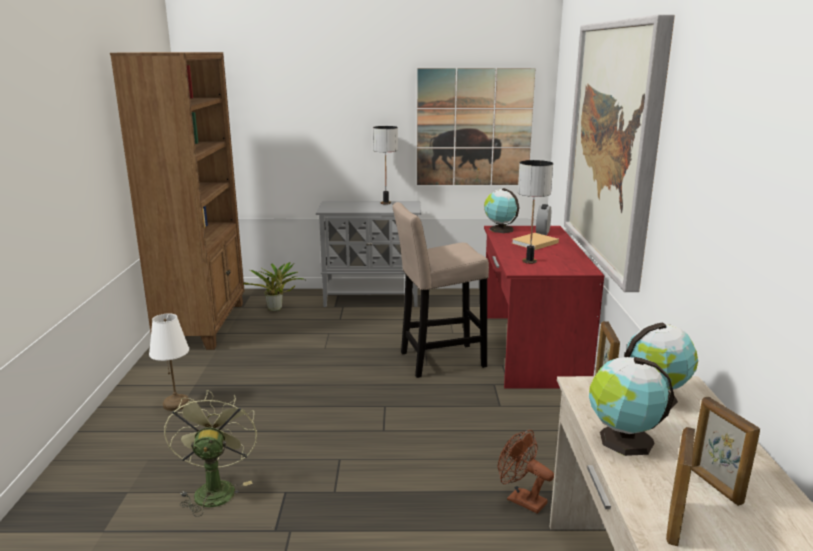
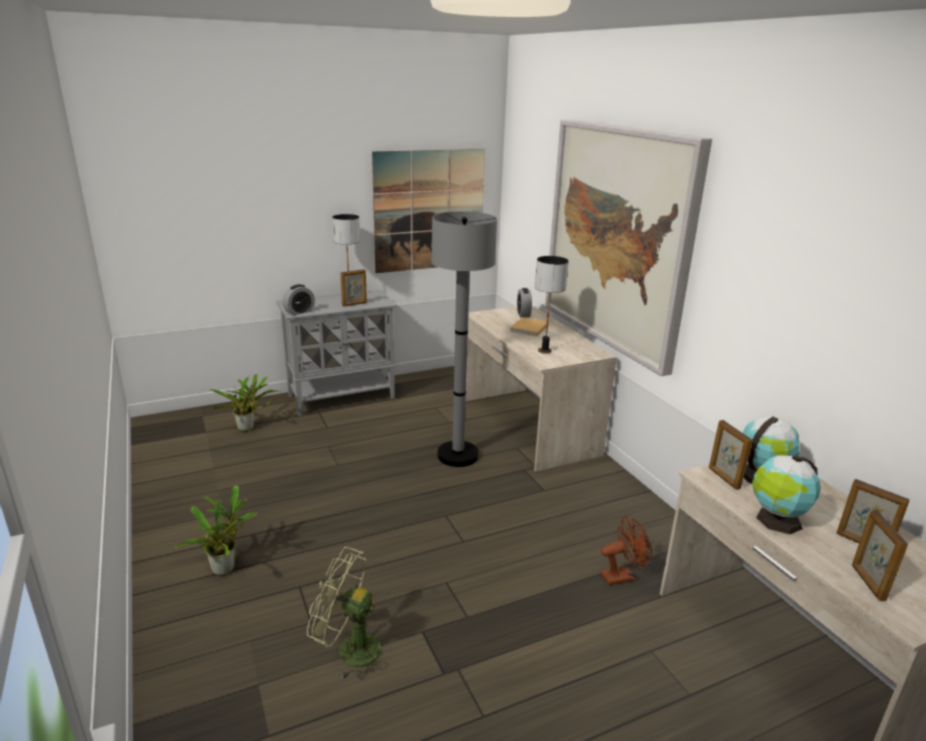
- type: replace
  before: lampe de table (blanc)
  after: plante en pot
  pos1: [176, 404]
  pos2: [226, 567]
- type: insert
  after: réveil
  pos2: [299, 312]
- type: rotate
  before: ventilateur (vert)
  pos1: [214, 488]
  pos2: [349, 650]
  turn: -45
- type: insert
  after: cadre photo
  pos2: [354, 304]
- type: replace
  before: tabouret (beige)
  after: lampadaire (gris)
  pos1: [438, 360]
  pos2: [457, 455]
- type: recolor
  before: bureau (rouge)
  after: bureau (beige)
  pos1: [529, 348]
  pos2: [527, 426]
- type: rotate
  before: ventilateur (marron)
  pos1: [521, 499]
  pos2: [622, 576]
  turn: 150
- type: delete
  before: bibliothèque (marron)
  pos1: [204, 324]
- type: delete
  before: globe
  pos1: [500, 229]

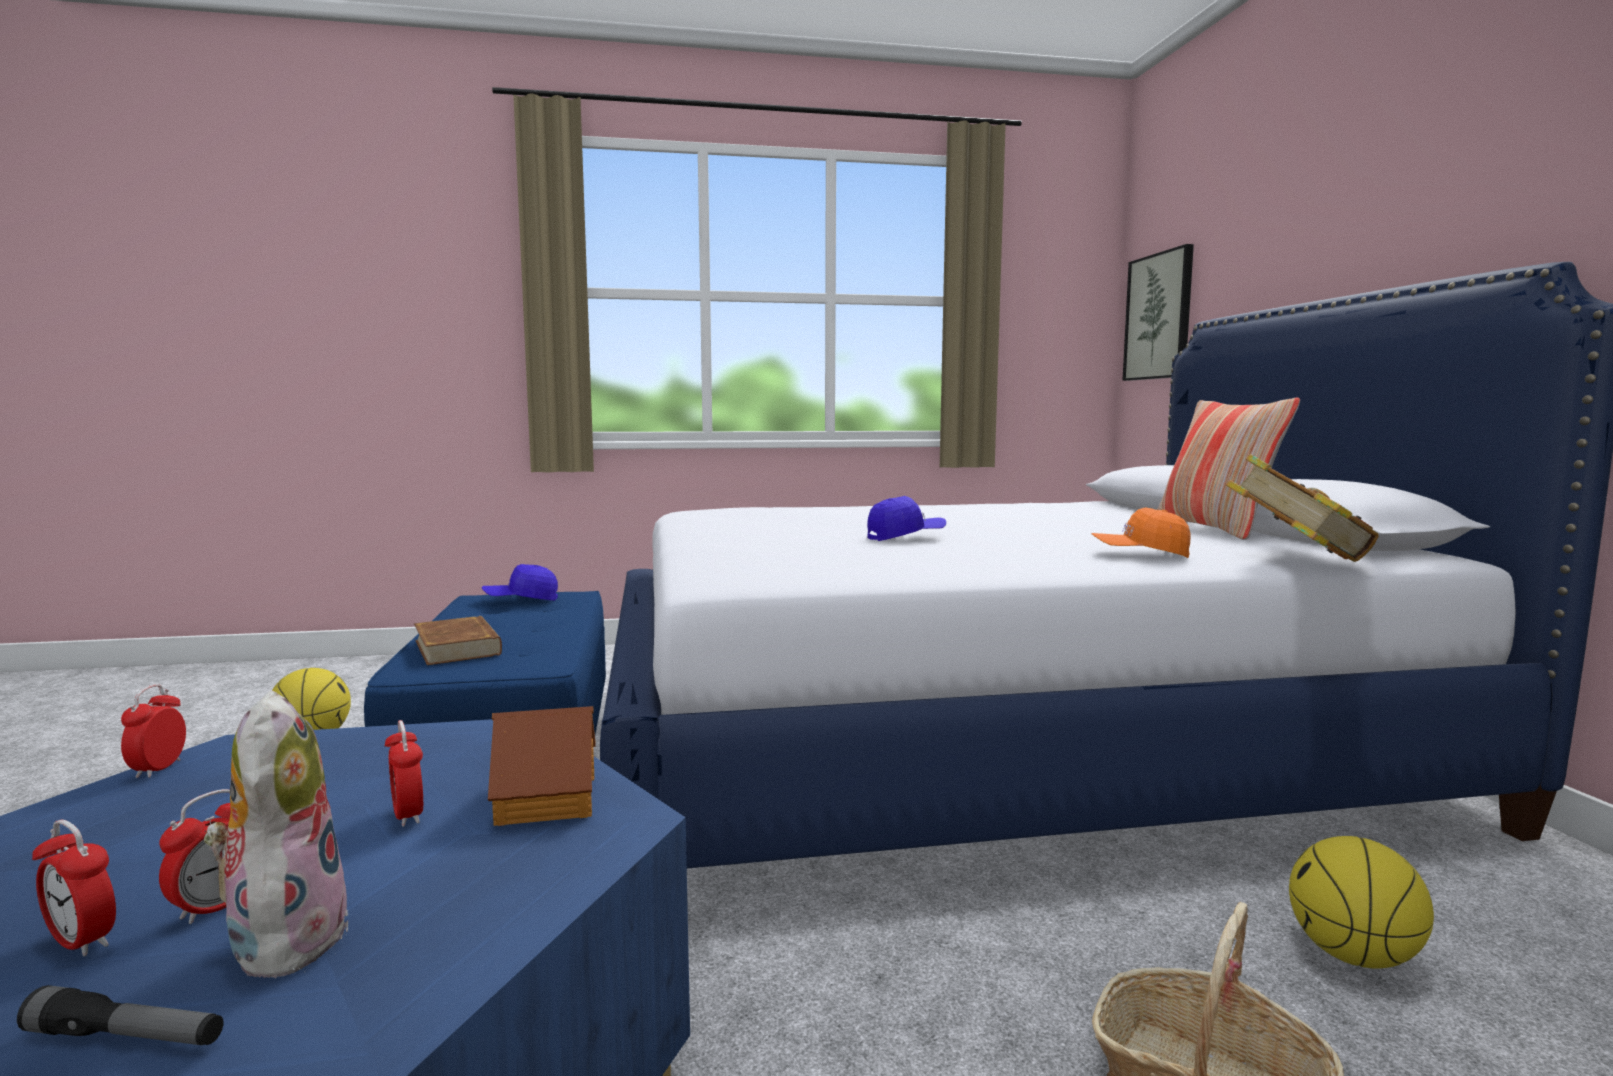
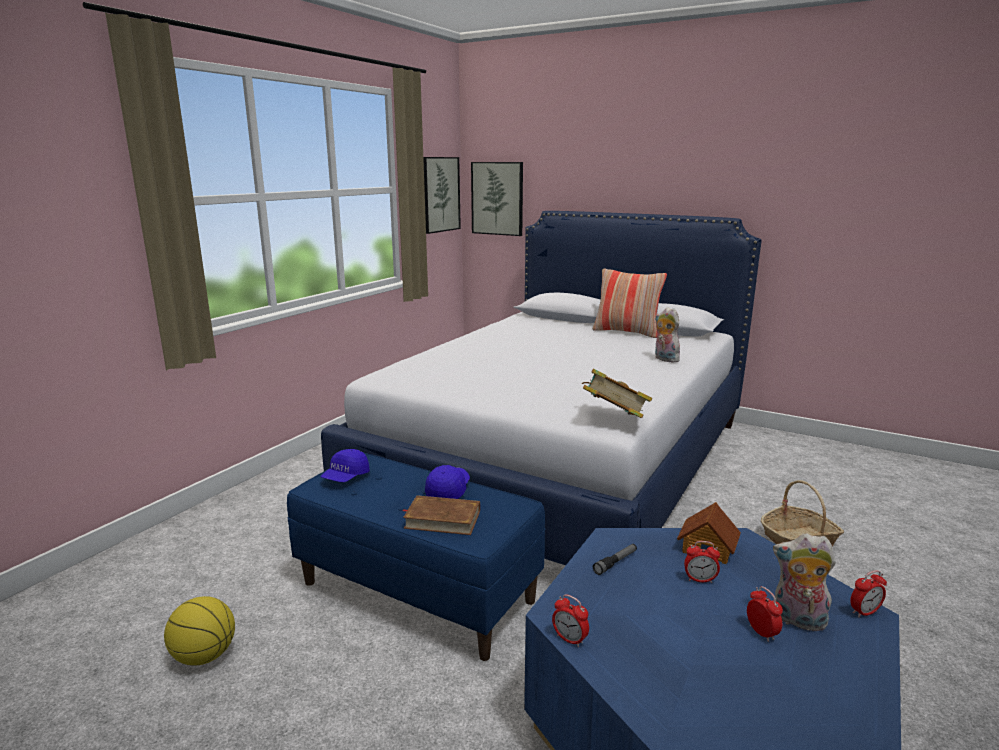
- type: insert
  after: tableau
  pos2: [440, 194]
- type: move
  before: casquette (bleu)
  pos1: [905, 537]
  pos2: [448, 490]
- type: move
  before: livre
  pos1: [1296, 558]
  pos2: [613, 420]
- type: move
  before: lampe de poche
  pos1: [126, 1037]
  pos2: [615, 562]
- type: replace
  before: casquette (orange)
  after: peluche
  pos1: [1140, 554]
  pos2: [664, 359]
- type: move
  before: réveil
  pos1: [81, 942]
  pos2: [864, 612]
- type: delete
  before: ballon de basket
  pos1: [1352, 956]

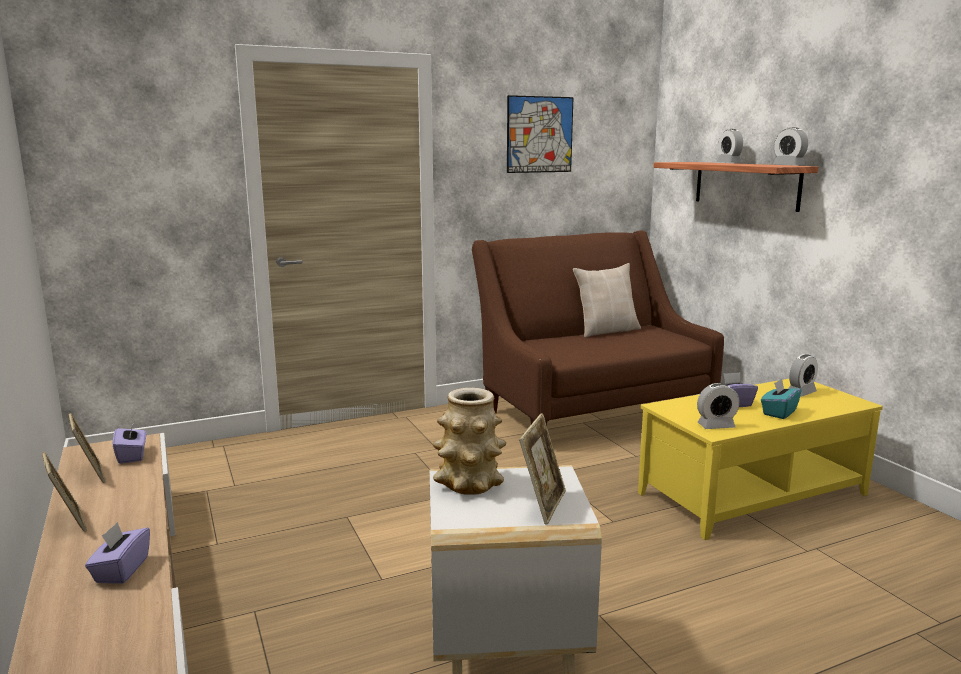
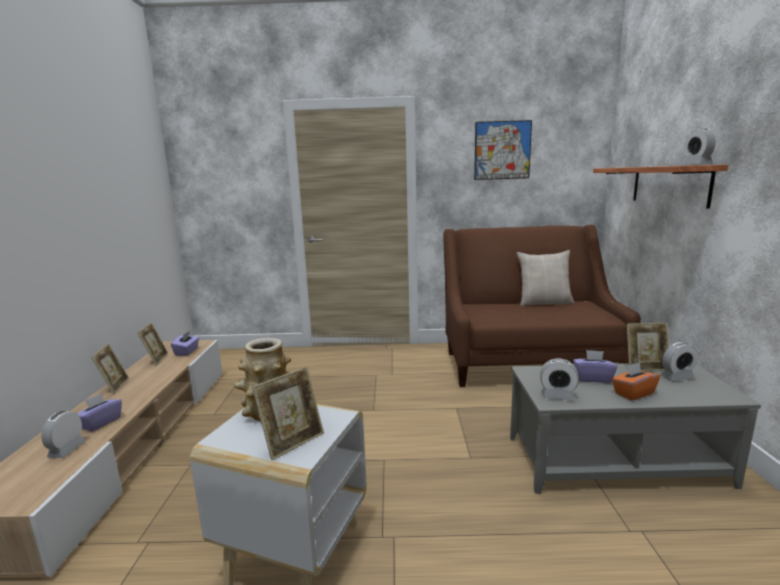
- type: move
  before: réveil
  pos1: [728, 163]
  pos2: [67, 449]
- type: recolor
  before: table basse (jaune)
  after: table basse (gris)
  pos1: [751, 493]
  pos2: [613, 459]
- type: recolor
  before: boîte à mouchoirs (turquoise)
  after: boîte à mouchoirs (orange)
  pos1: [778, 412]
  pos2: [633, 393]
- type: insert
  after: cadre photo
  pos2: [645, 368]

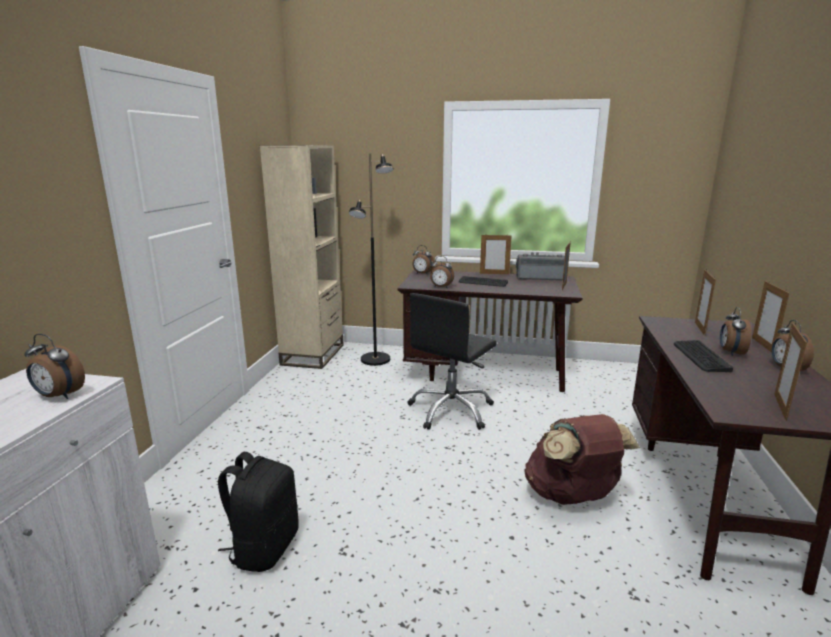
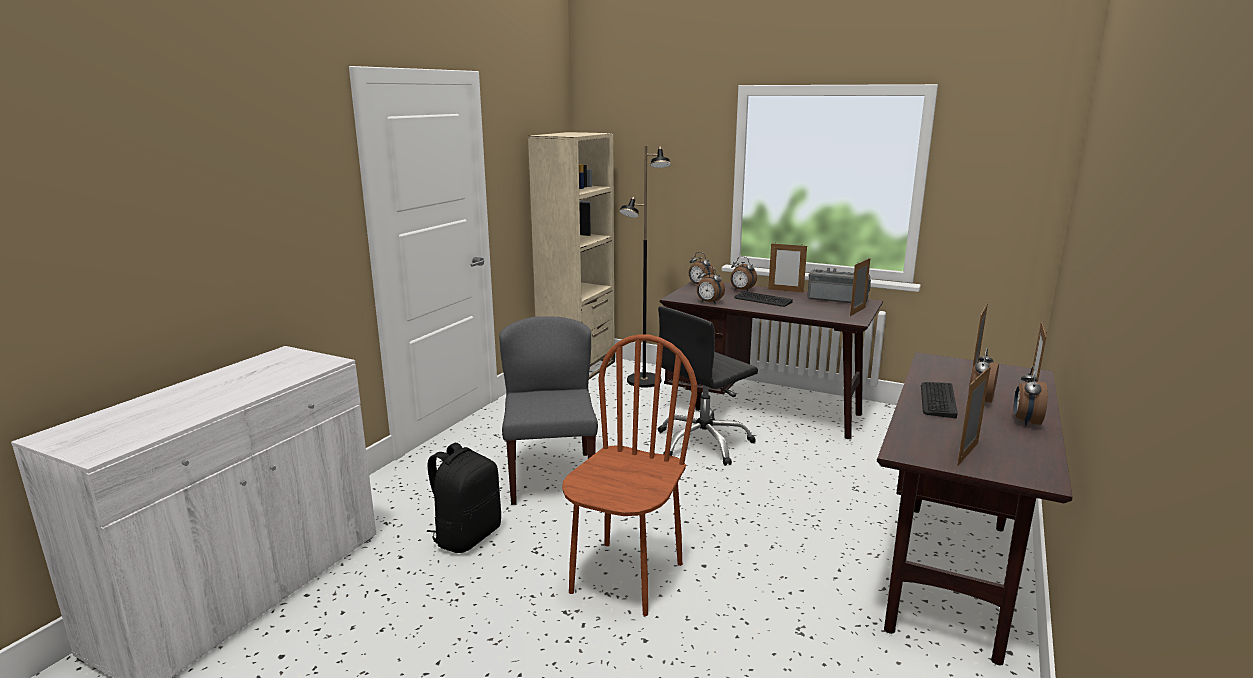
- type: insert
  after: chaise (gris)
  pos2: [551, 477]
- type: insert
  after: chaise (marron)
  pos2: [626, 577]
- type: move
  before: réveil
  pos1: [58, 396]
  pos2: [741, 290]
- type: delete
  before: sac à dos (marron)
  pos1: [572, 497]

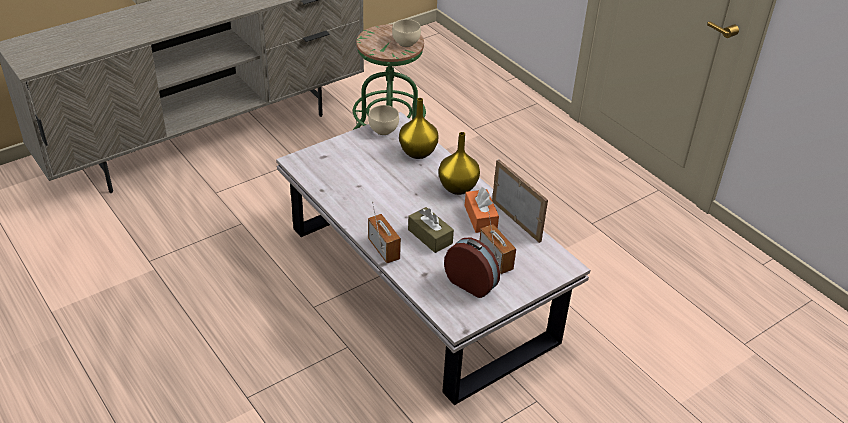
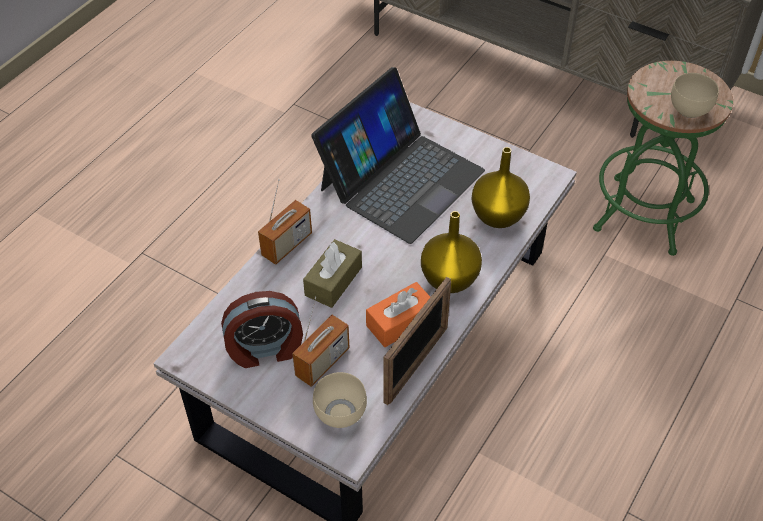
- type: rotate
  before: réveil
  pos1: [471, 283]
  pos2: [265, 349]
  turn: 60
- type: insert
  after: ordinateur portable
  pos2: [400, 179]
- type: move
  before: bol (beige)
  pos1: [382, 130]
  pos2: [341, 411]

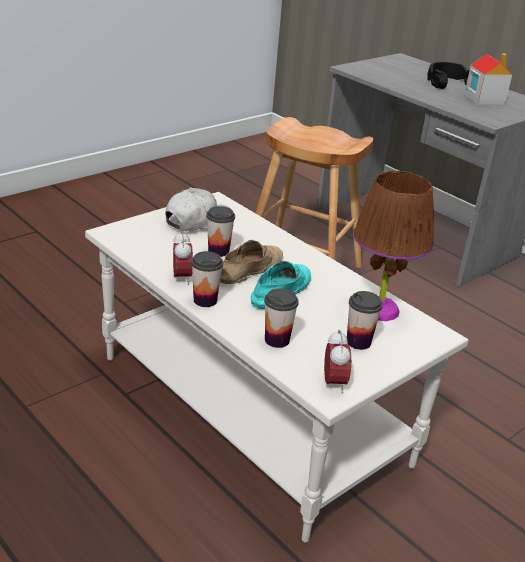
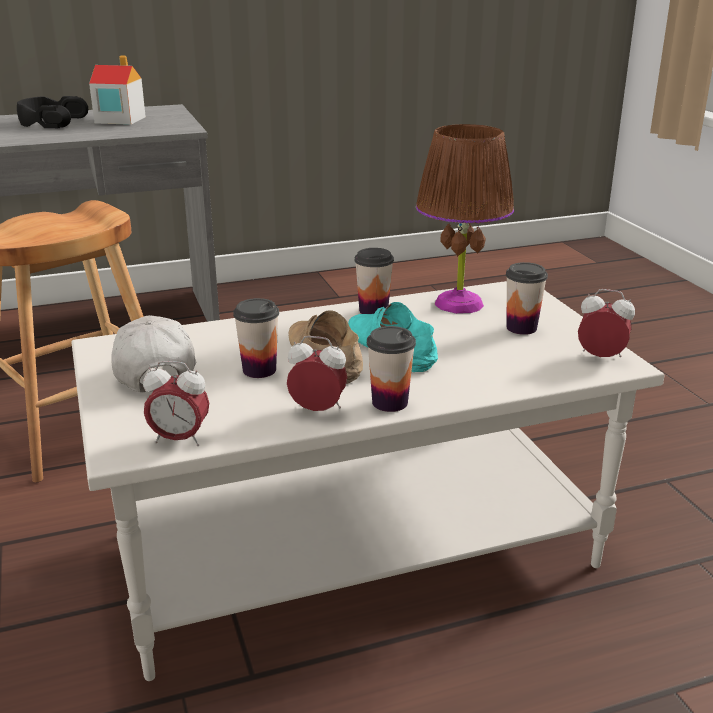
- type: insert
  after: réveil
  pos2: [179, 439]
- type: move
  before: tasse
  pos1: [277, 340]
  pos2: [373, 310]

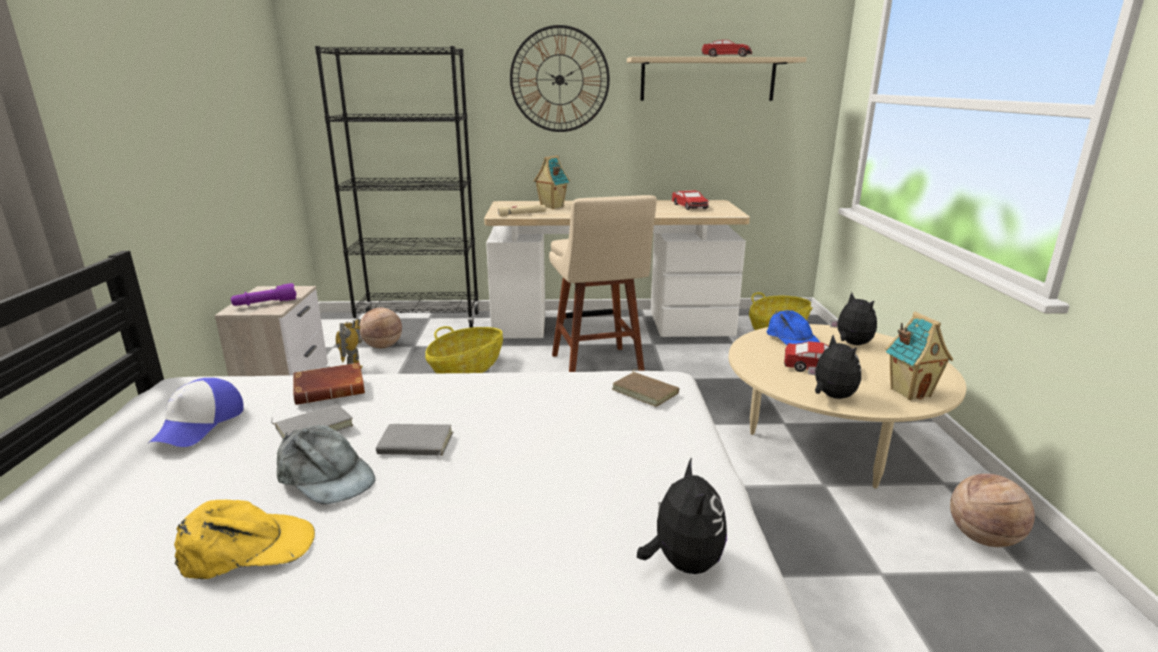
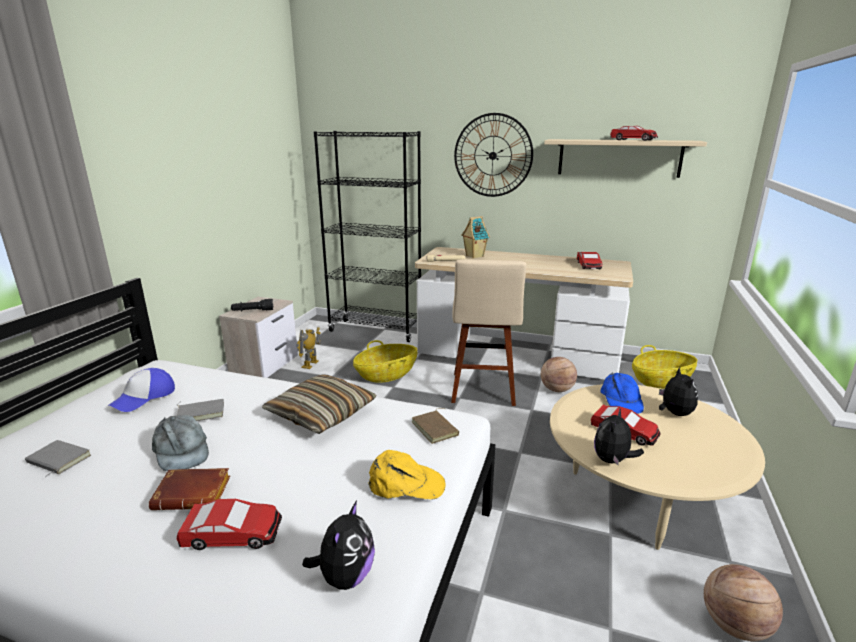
- type: move
  before: livre (gris)
  pos1: [415, 445]
  pos2: [57, 460]
- type: move
  before: livre (marron)
  pos1: [332, 389]
  pos2: [195, 493]
- type: insert
  after: petite voiture
  pos2: [233, 534]
- type: recolor
  before: lampe de poche (violet)
  after: lampe de poche (noir)
  pos1: [265, 304]
  pos2: [252, 311]
- type: insert
  after: coussin
  pos2: [321, 413]
- type: move
  before: casquette (jaune)
  pos1: [248, 549]
  pos2: [406, 484]
- type: move
  before: ballon de basket
  pos1: [383, 346]
  pos2: [556, 390]
- type: rotate
  before: peluche
  pos1: [831, 396]
  pos2: [612, 460]
  turn: -150
- type: delete
  before: maison miniature
  pos1: [910, 392]

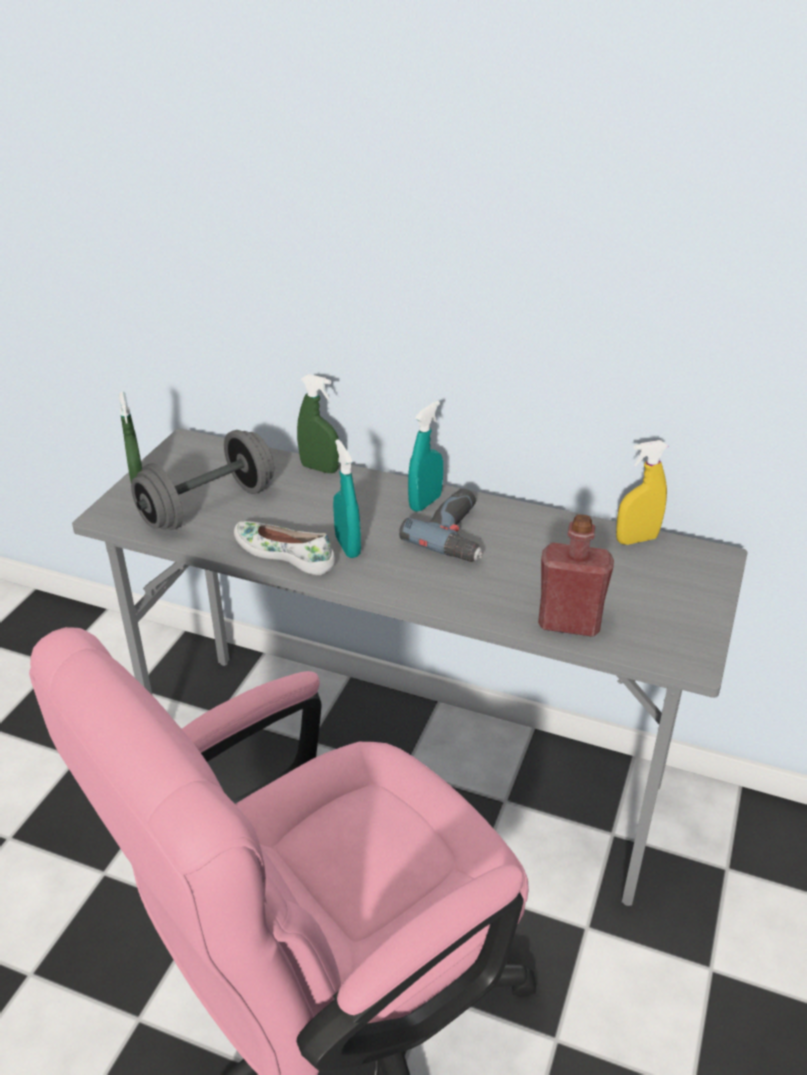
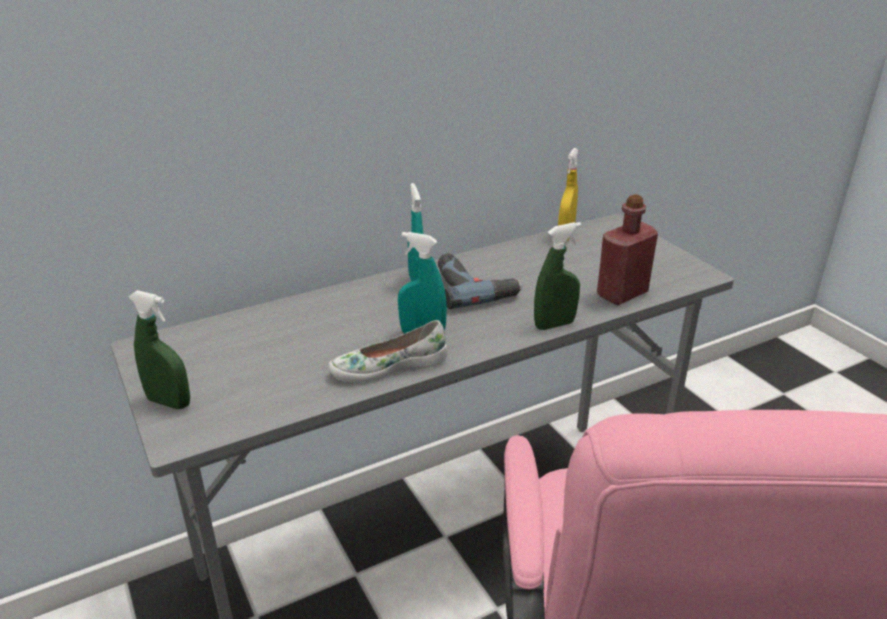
- type: move
  before: vaporisateur (vert)
  pos1: [319, 468]
  pos2: [554, 324]
- type: delete
  before: haltère (gris)
  pos1: [208, 507]

